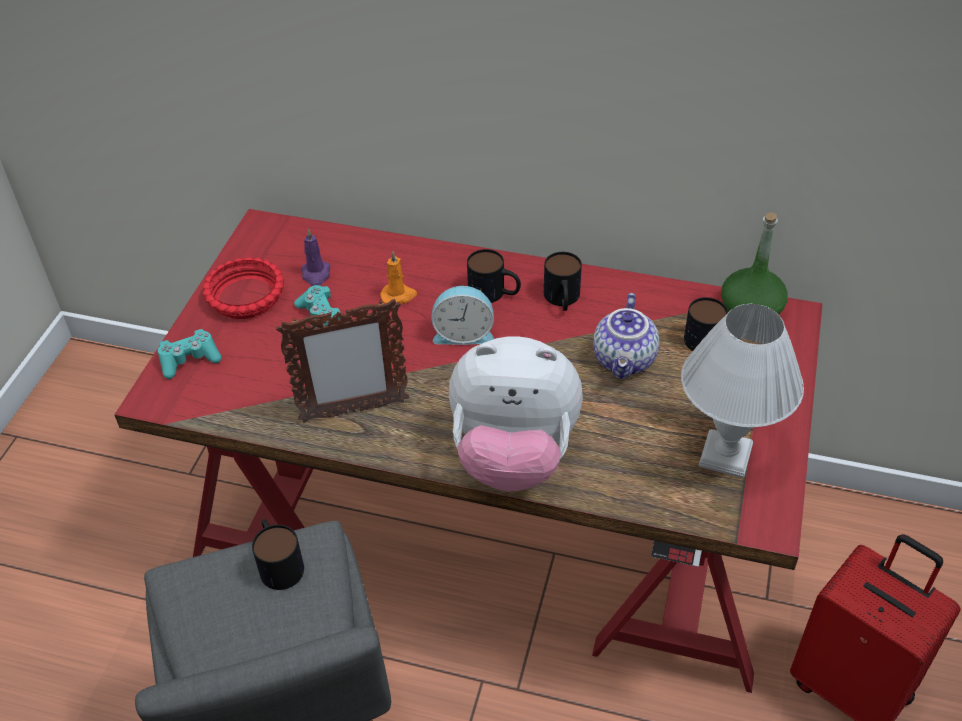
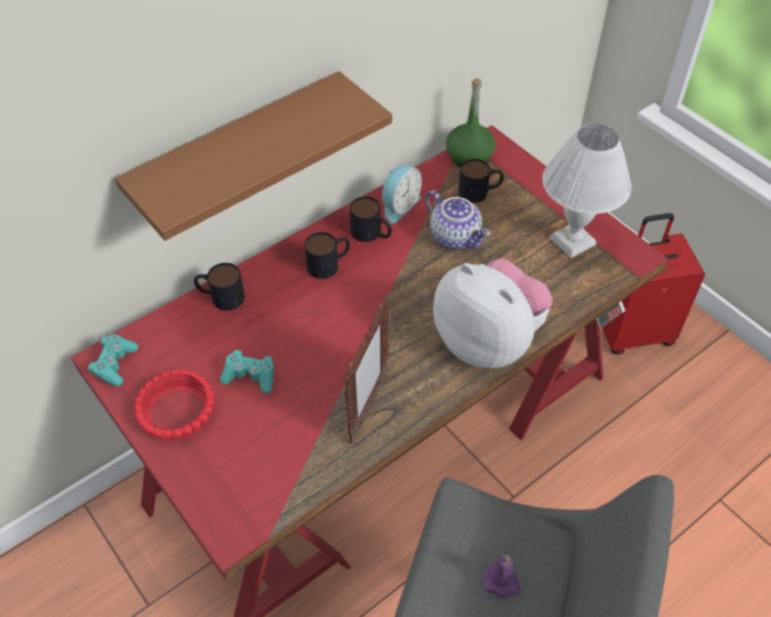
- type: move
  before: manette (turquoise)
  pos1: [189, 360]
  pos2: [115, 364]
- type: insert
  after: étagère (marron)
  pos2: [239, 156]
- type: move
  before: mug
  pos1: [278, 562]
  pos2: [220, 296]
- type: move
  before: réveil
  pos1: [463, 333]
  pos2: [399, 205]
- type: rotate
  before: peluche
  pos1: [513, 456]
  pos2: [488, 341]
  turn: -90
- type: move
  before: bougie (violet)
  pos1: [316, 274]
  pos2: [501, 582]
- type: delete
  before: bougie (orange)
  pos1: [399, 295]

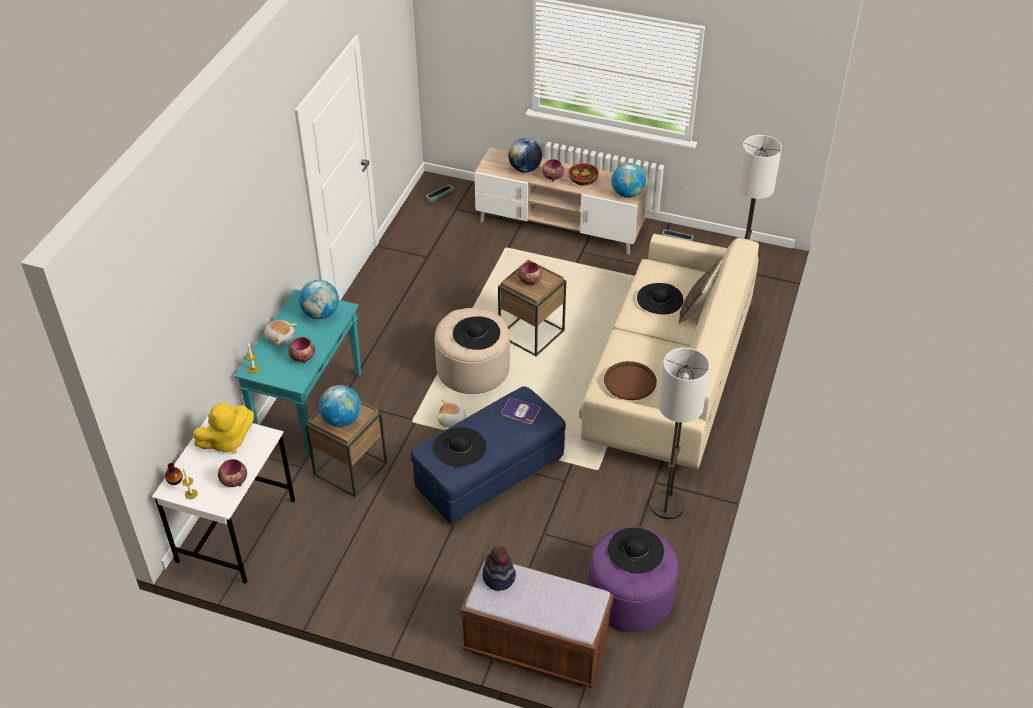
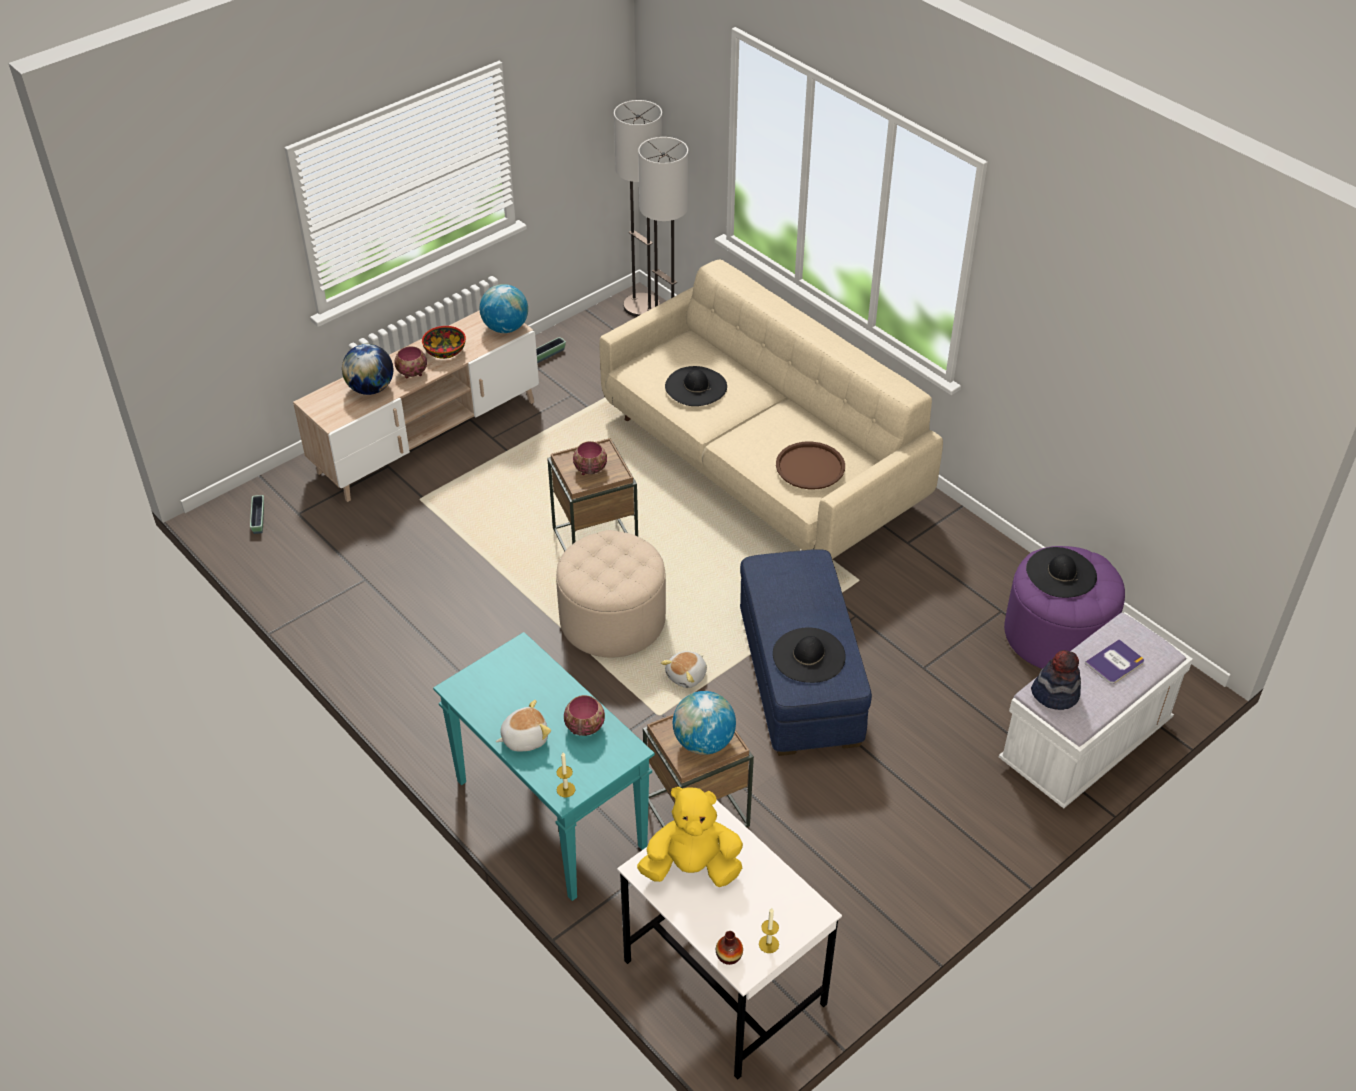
- type: move
  before: lampadaire
  pos1: [667, 506]
  pos2: [642, 306]
- type: rotate
  before: peluche (jaune)
  pos1: [227, 441]
  pos2: [692, 868]
  turn: -90
- type: recolor
  before: banc (marron)
  after: banc (blanc)
  pos1: [536, 647]
  pos2: [1084, 744]
- type: move
  before: livre
  pos1: [520, 411]
  pos2: [1114, 663]
- type: delete
  before: bol
  pos1: [233, 482]
- type: delete
  before: globe
  pos1: [321, 314]
- type: delete
  before: chapeau (noir)
  pos1: [476, 333]
- type: delete
  before: coussin
  pos1: [697, 310]

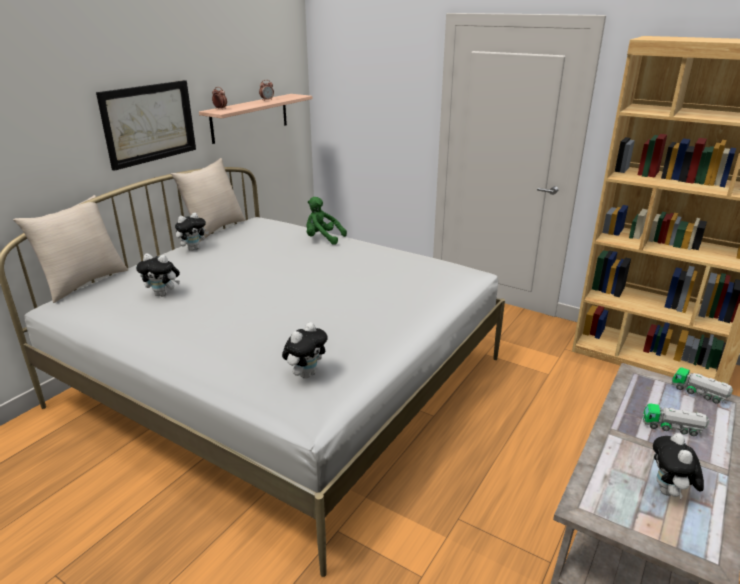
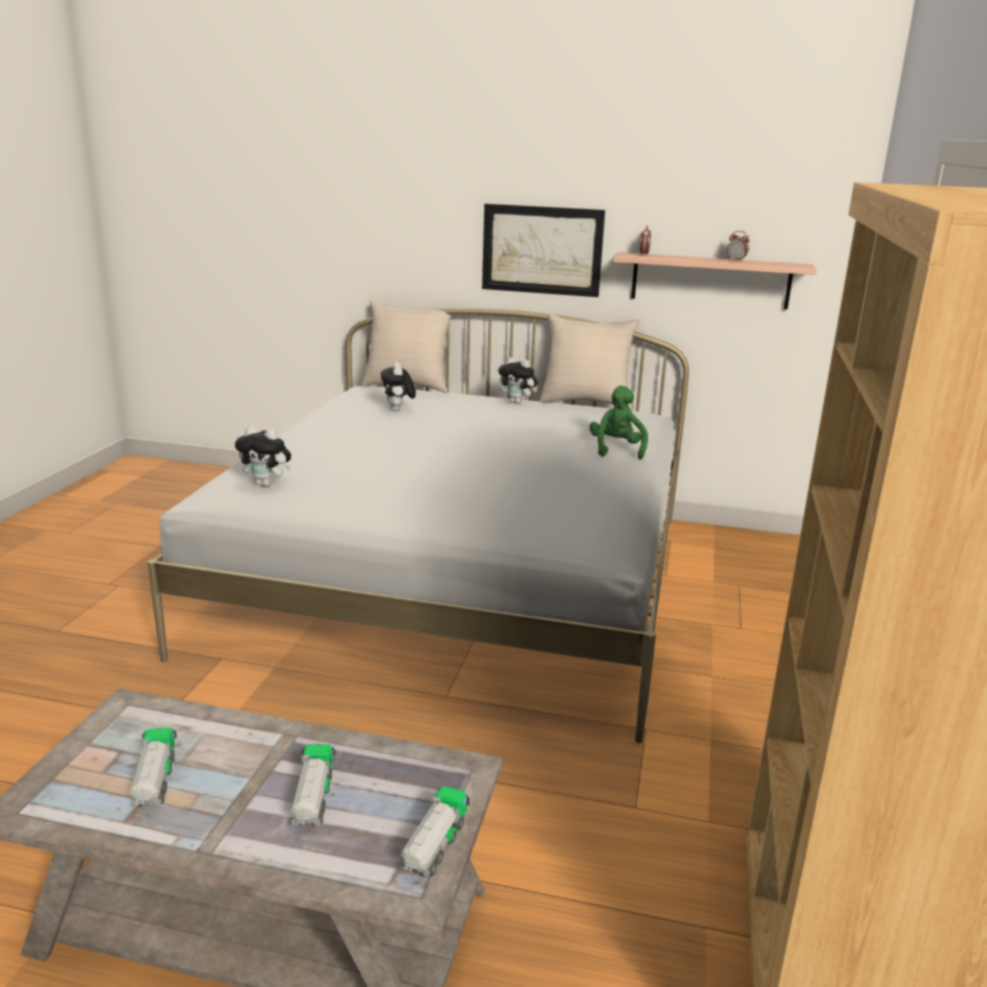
- type: replace
  before: peluche
  after: camion jouet
  pos1: [669, 492]
  pos2: [155, 782]

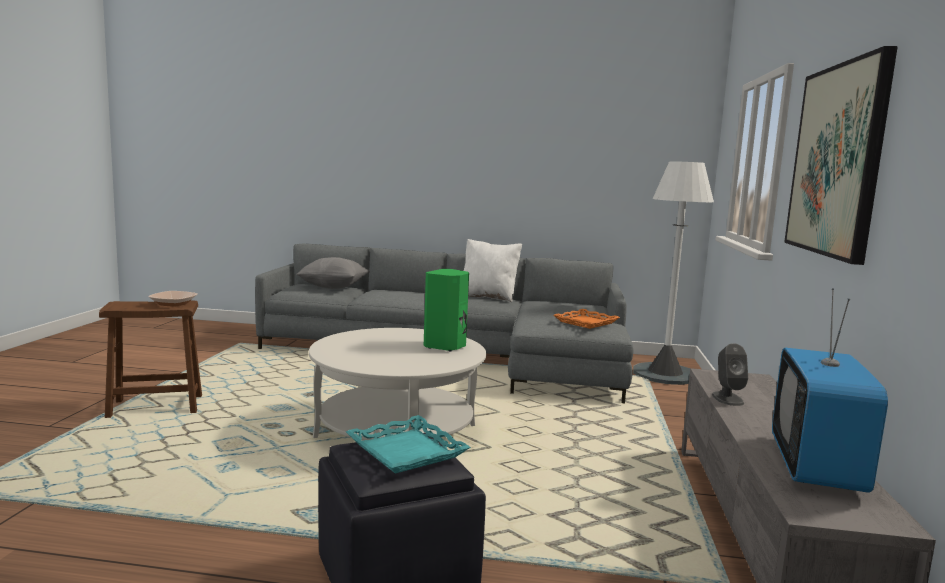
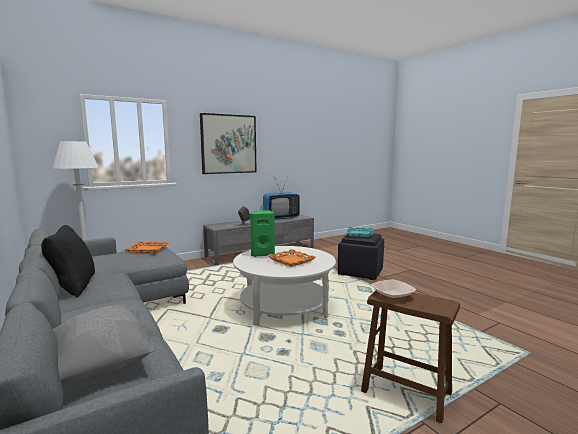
- type: recolor
  before: coussin (blanc)
  after: coussin (noir)
  pos1: [488, 297]
  pos2: [73, 287]
- type: insert
  after: plateau (orange)
  pos2: [291, 260]

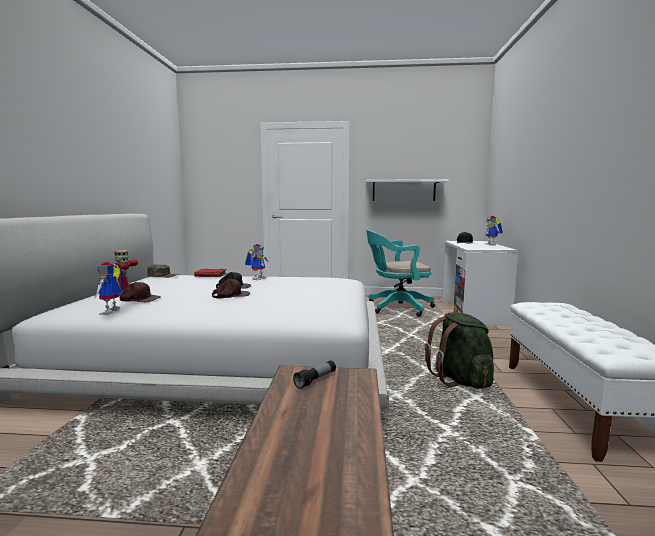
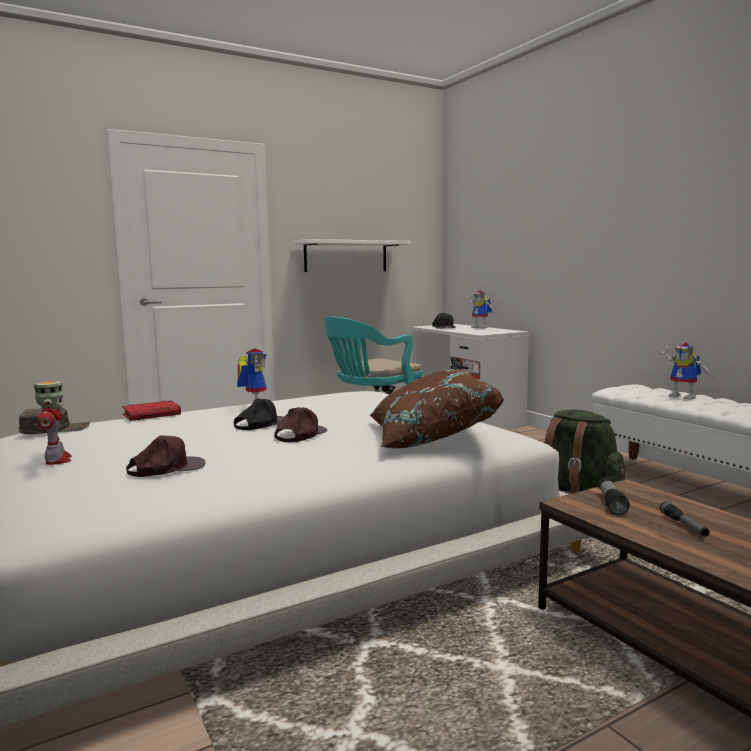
- type: insert
  after: coussin (marron)
  pos2: [429, 437]
- type: move
  before: robot jouet
  pos1: [113, 312]
  pos2: [685, 397]
- type: insert
  after: lampe de poche
  pos2: [684, 525]

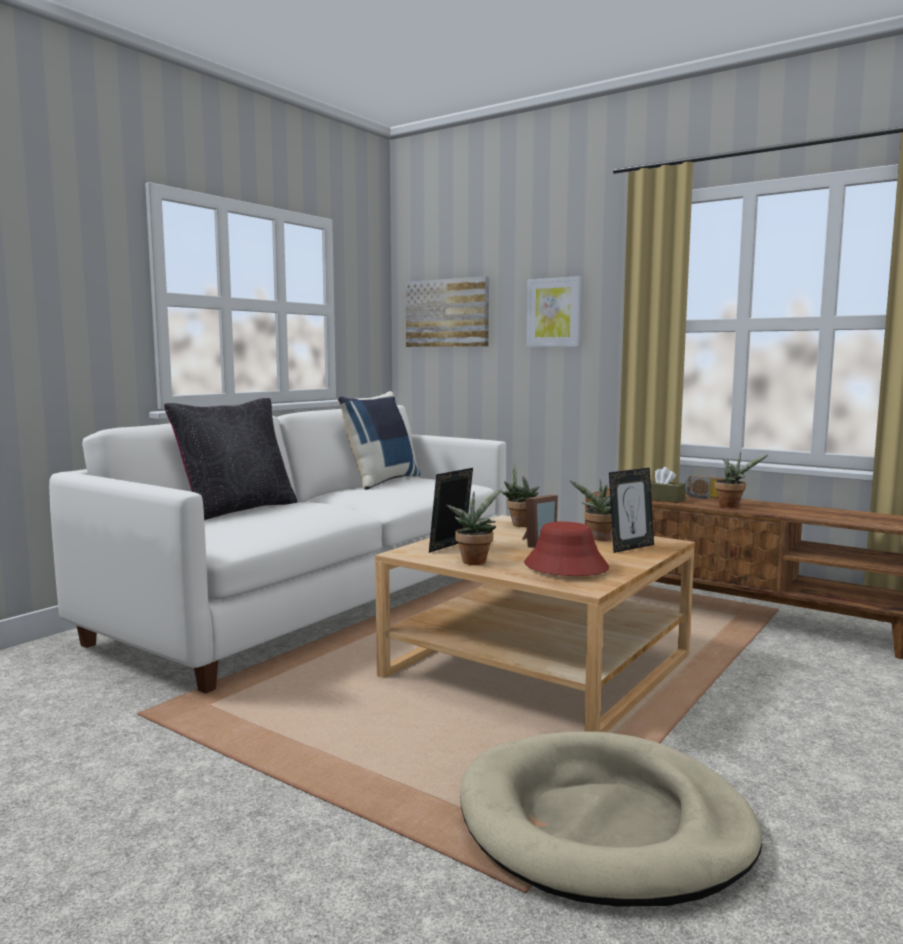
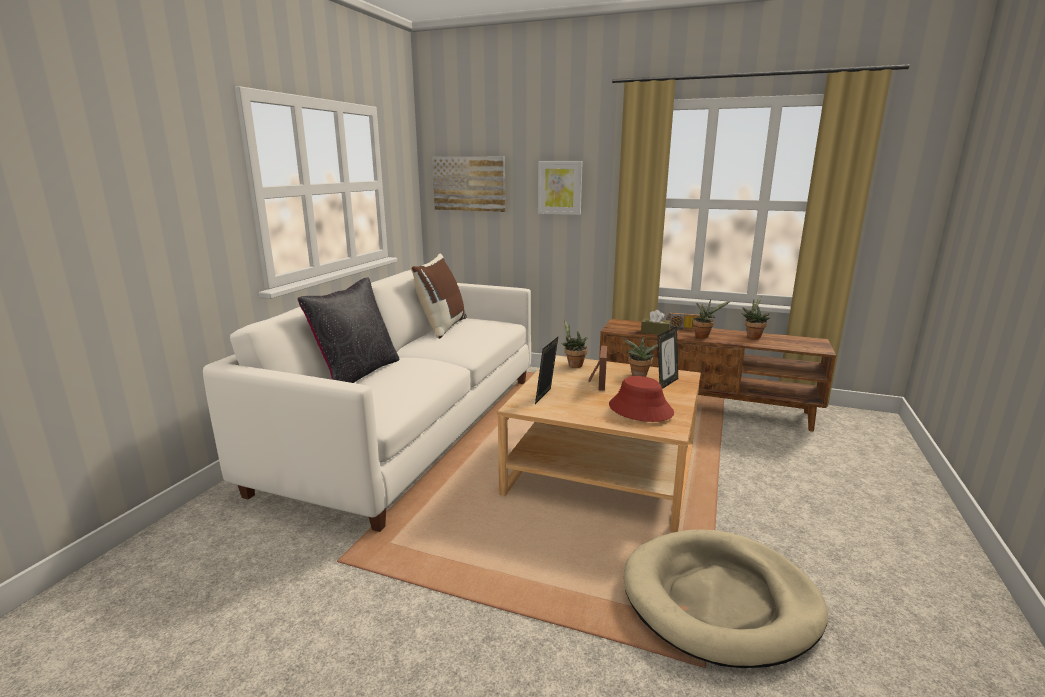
- type: recolor
  before: coussin (bleu)
  after: coussin (marron)
  pos1: [381, 481]
  pos2: [442, 327]
- type: move
  before: plante en pot
  pos1: [474, 561]
  pos2: [753, 336]

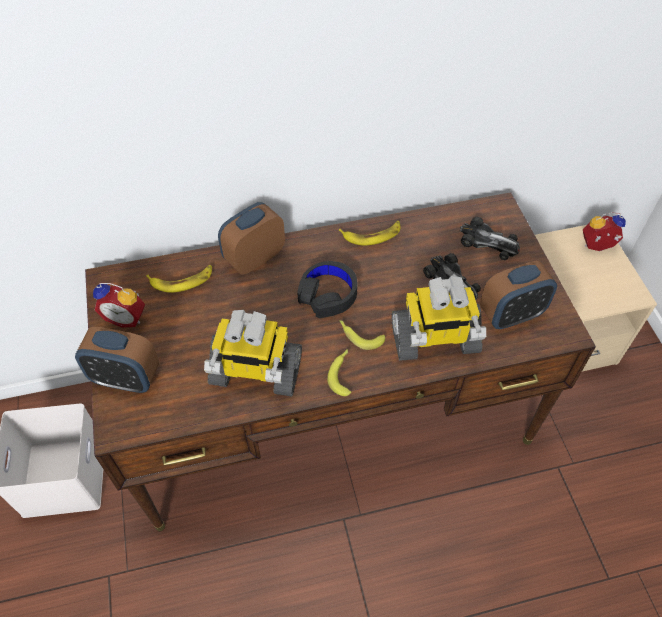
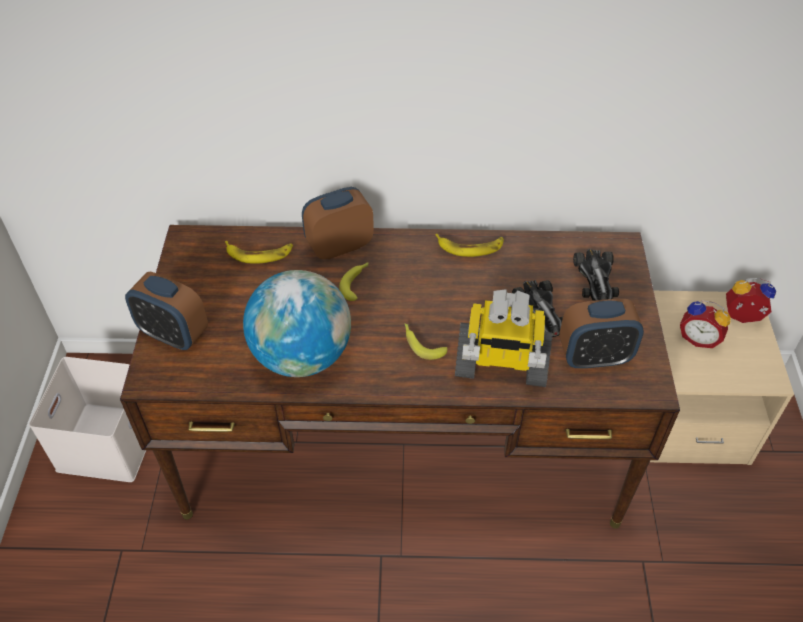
- type: replace
  before: robot jouet
  after: globe
  pos1: [255, 372]
  pos2: [302, 356]
- type: move
  before: banane
  pos1: [342, 374]
  pos2: [356, 283]
- type: rotate
  before: petite voiture
  pos1: [488, 242]
  pos2: [595, 278]
  turn: 45
- type: move
  before: réveil
  pos1: [126, 317]
  pos2: [699, 338]
- type: delete
  before: casque audio (noir)
  pos1: [328, 294]

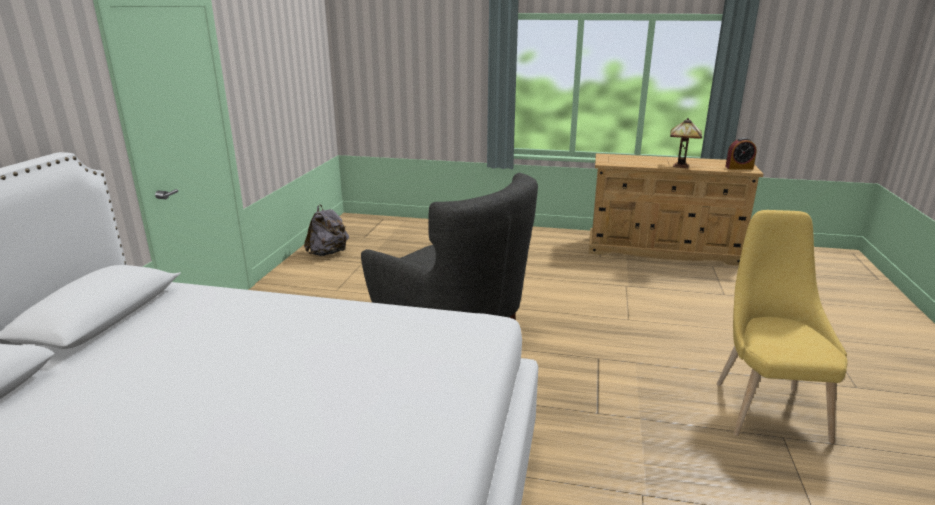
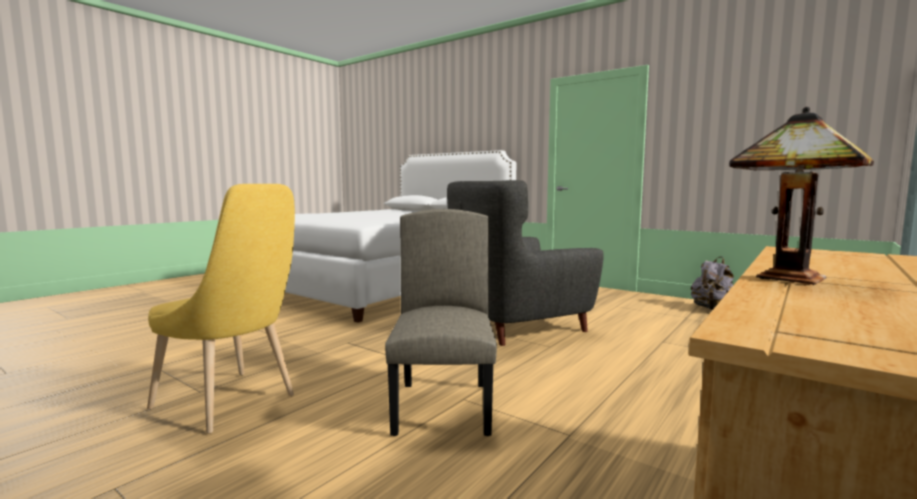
- type: insert
  after: chaise (beige)
  pos2: [444, 407]
- type: delete
  before: réveil
  pos1: [739, 168]

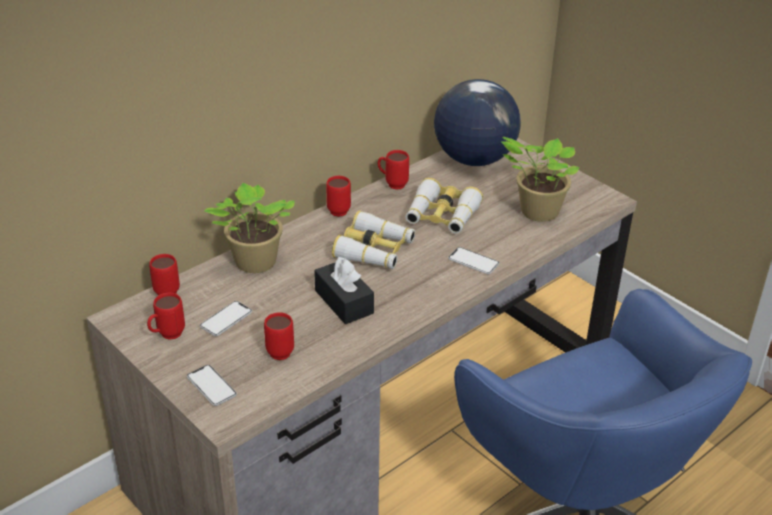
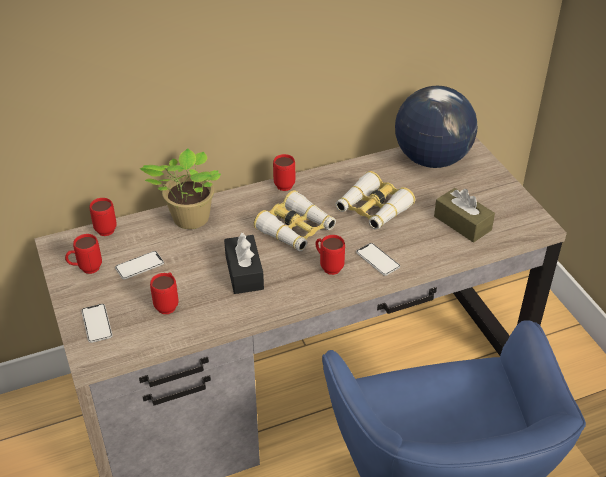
- type: move
  before: mug (rouge)
  pos1: [392, 184]
  pos2: [328, 266]
- type: replace
  before: plante en pot
  after: boîte à mouchoirs (marron)
  pos1: [536, 212]
  pos2: [462, 223]

